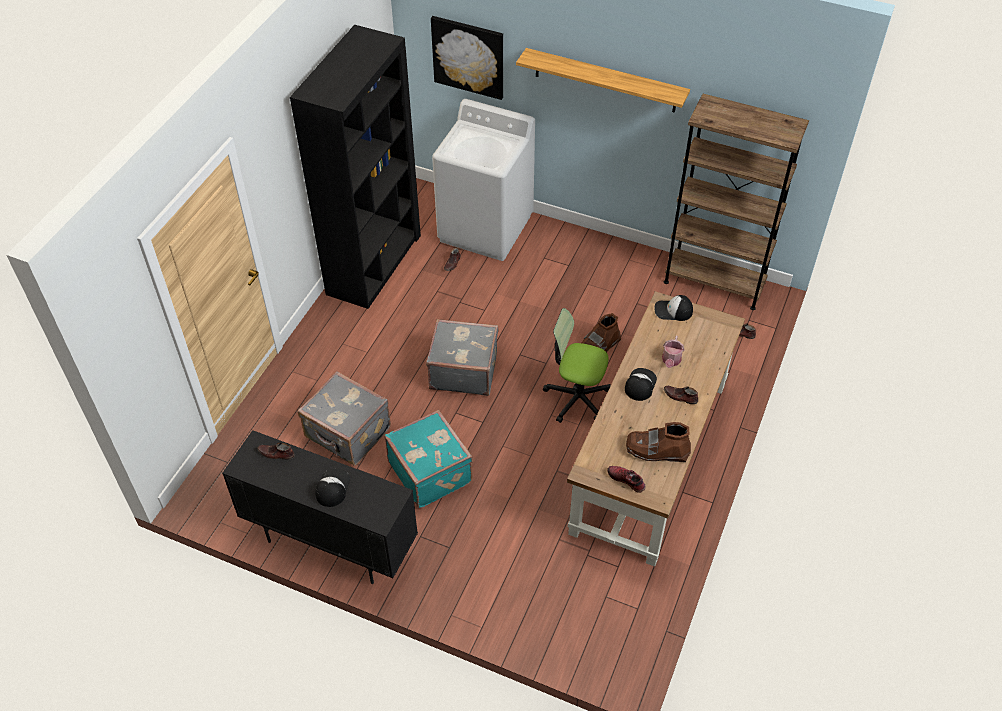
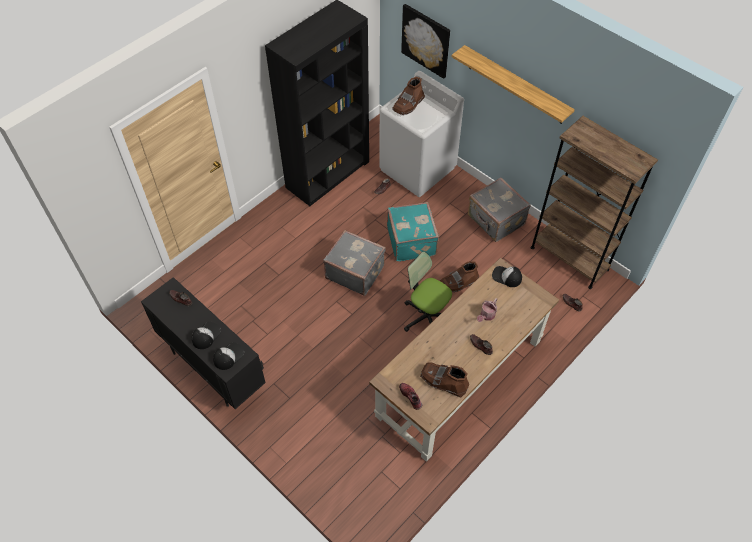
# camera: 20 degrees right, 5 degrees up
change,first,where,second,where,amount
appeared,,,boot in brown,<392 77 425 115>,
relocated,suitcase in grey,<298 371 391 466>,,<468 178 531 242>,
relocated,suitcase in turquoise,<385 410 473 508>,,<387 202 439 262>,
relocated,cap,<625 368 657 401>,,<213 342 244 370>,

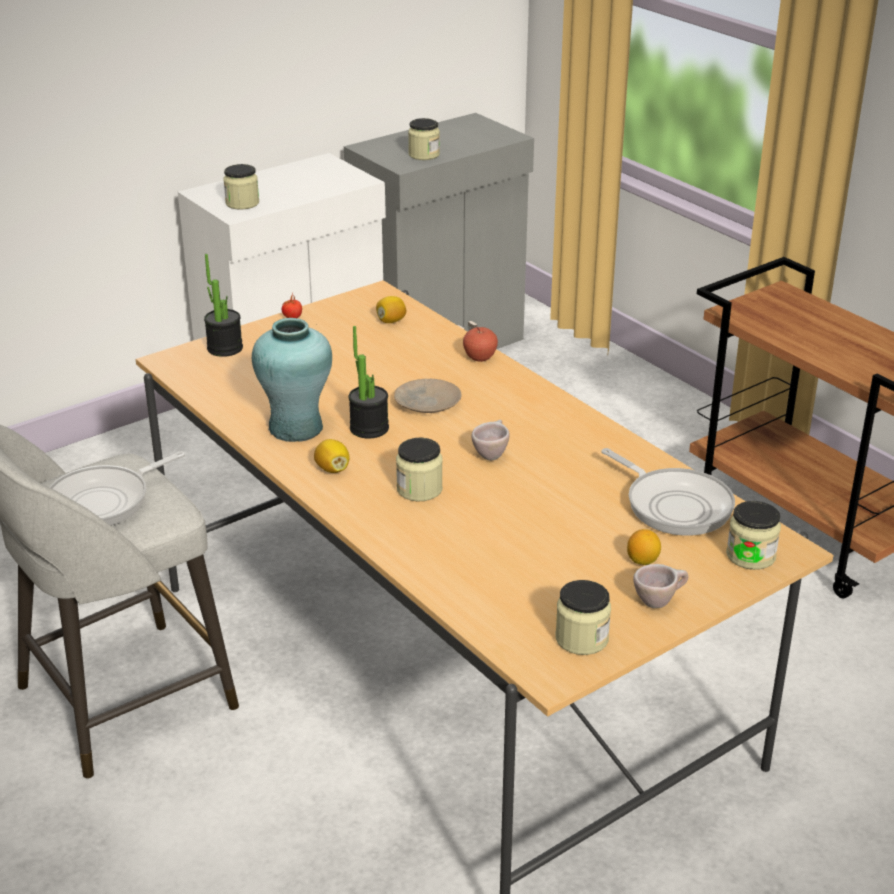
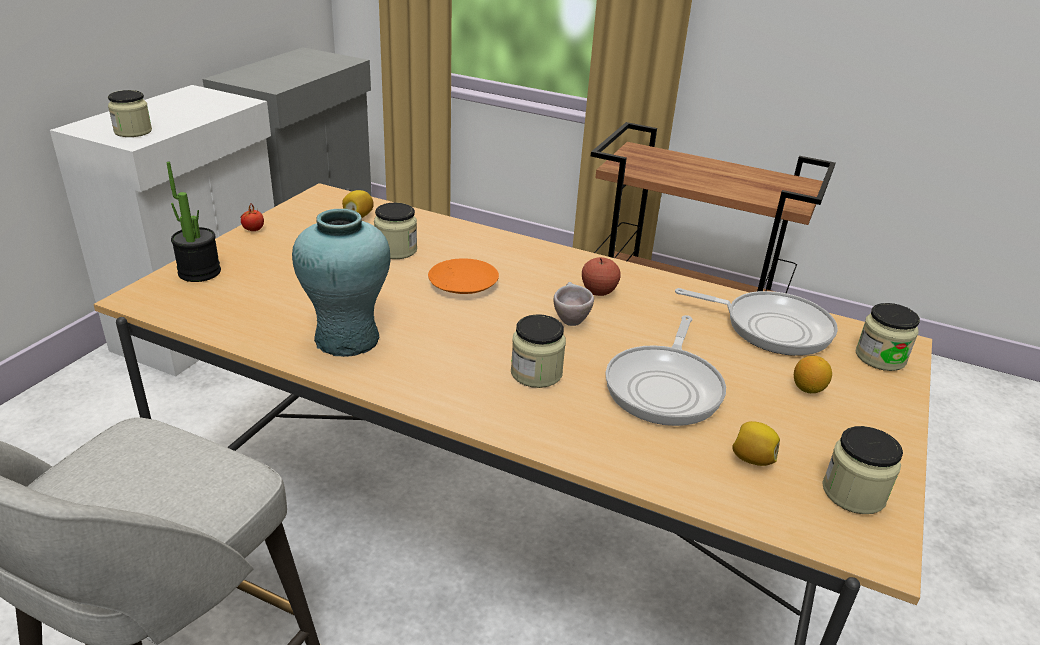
# camera: 30 degrees left, 0 degrees up
change,first,where,second,where,amount
missing,potted plant,<349 326 389 439>,,,
missing,cup in beige,<633 564 688 608>,,,
relocated,frying pan,<49 451 185 526>,,<605 315 726 426>,
relocated,lemon,<314 439 350 473>,,<732 421 780 466>,
relocated,jar,<408 118 440 160>,,<374 203 417 259>,
relocated,apple,<463 327 498 362>,,<582 257 621 296>,
colour,plate in beige,<394 379 462 413>,plate in orange,<428 258 499 294>,

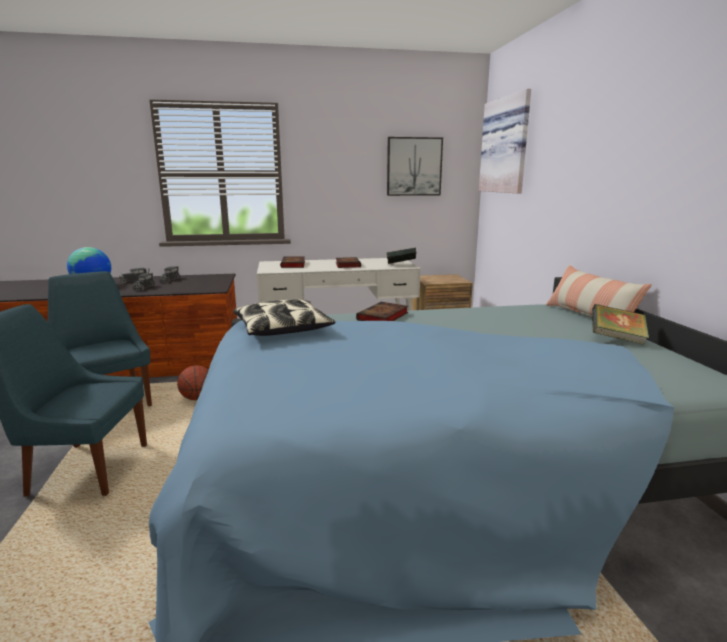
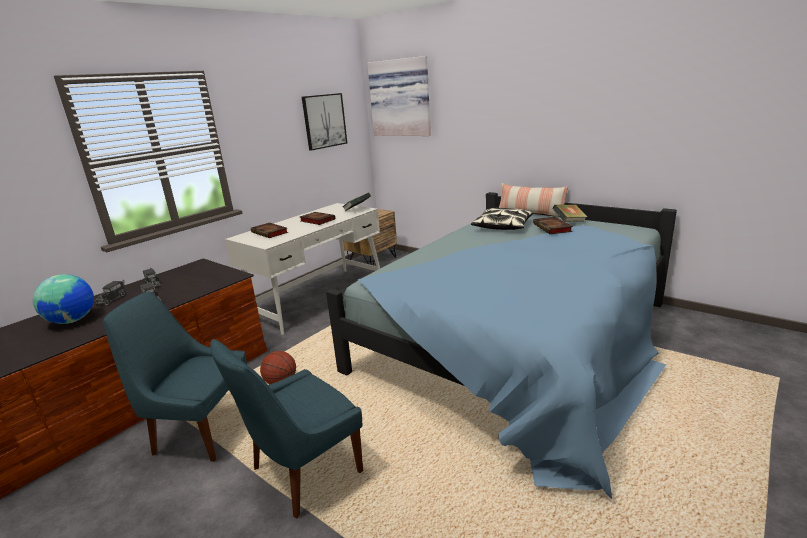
# camera: 40 degrees left, 5 degrees up
change,first,where,second,where,amount
relocated,pillow,<233 299 336 336>,,<471 208 533 230>,
relocated,book,<356 302 408 321>,,<533 217 573 234>,

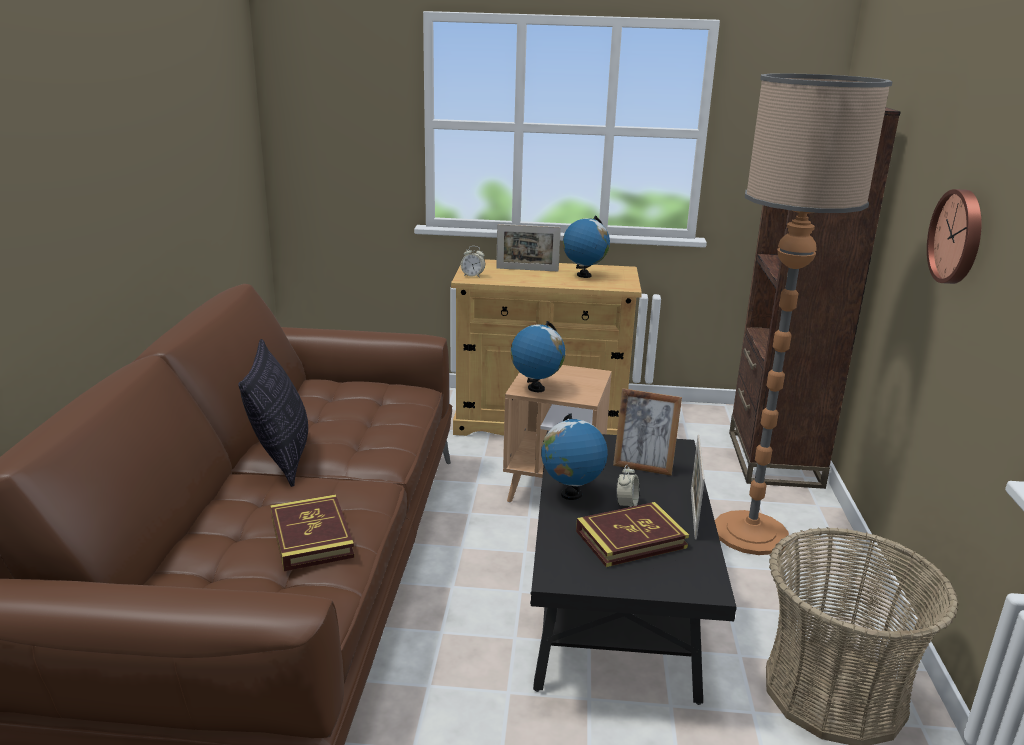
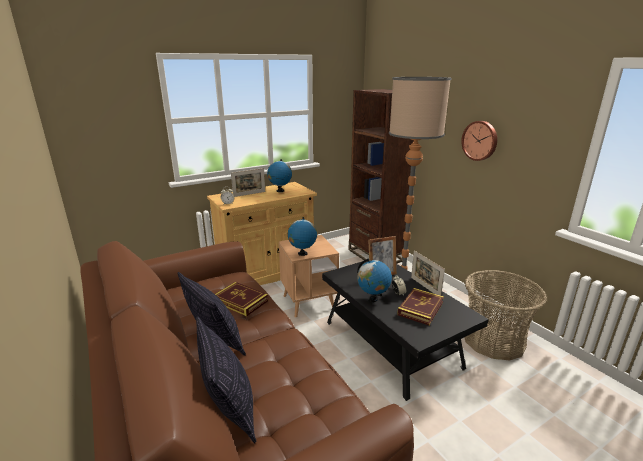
# camera: 35 degrees left, 0 degrees up
change,first,where,second,where,amount
appeared,,,pillow,<196 316 256 443>,
relocated,book,<271 494 355 571>,,<215 282 268 316>,

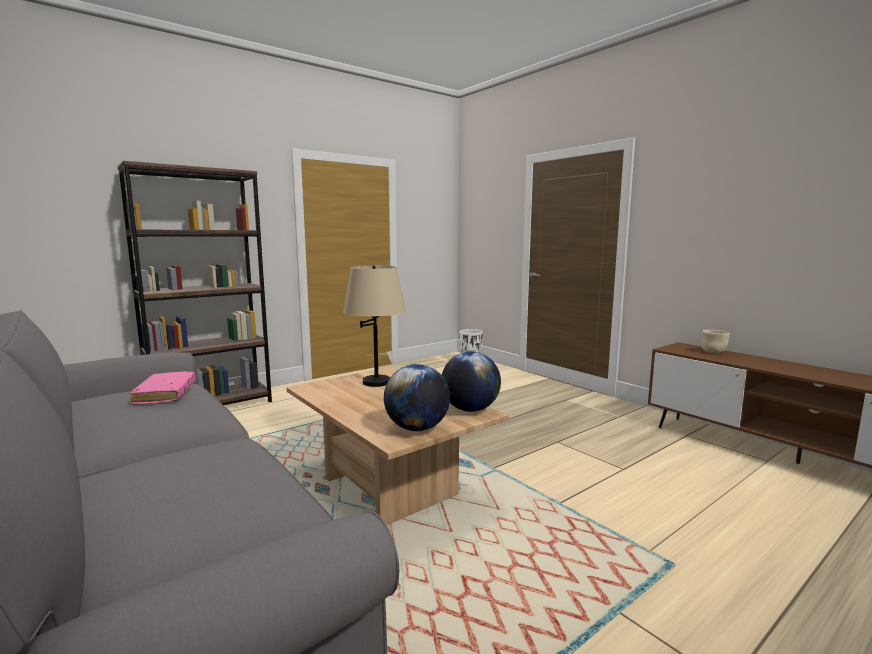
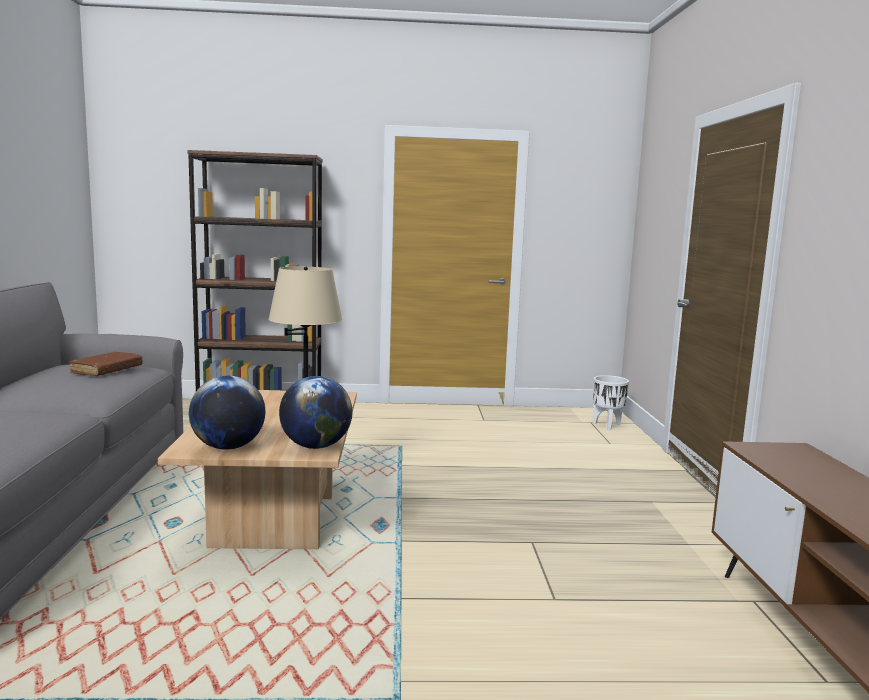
# camera: 35 degrees right, 0 degrees up
change,first,where,second,where,amount
missing,bowl in beige,<702 330 730 353>,,,
colour,book in pink,<130 371 195 405>,book in brown,<69 351 142 376>,

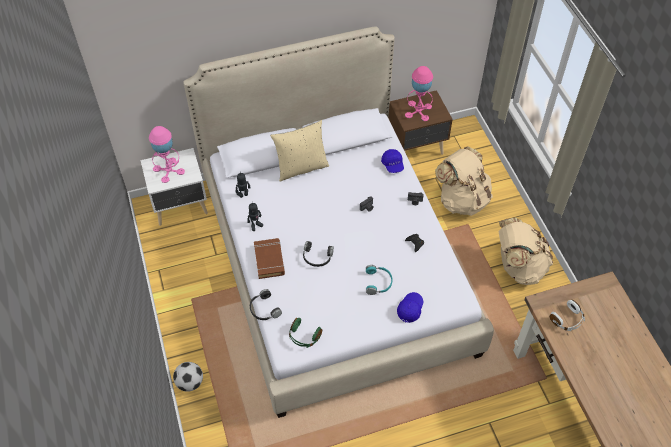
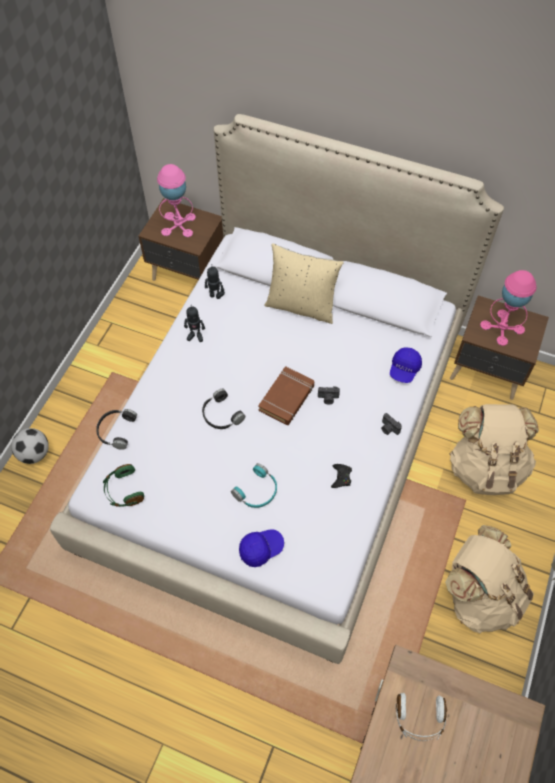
# camera: 40 degrees right, 5 degrees up
change,first,where,second,where,amount
relocated,book in brown,<254 238 285 279>,,<258 366 314 425>,
colour,nightstand in white,<140 148 208 226>,nightstand in brown,<138 198 224 281>,

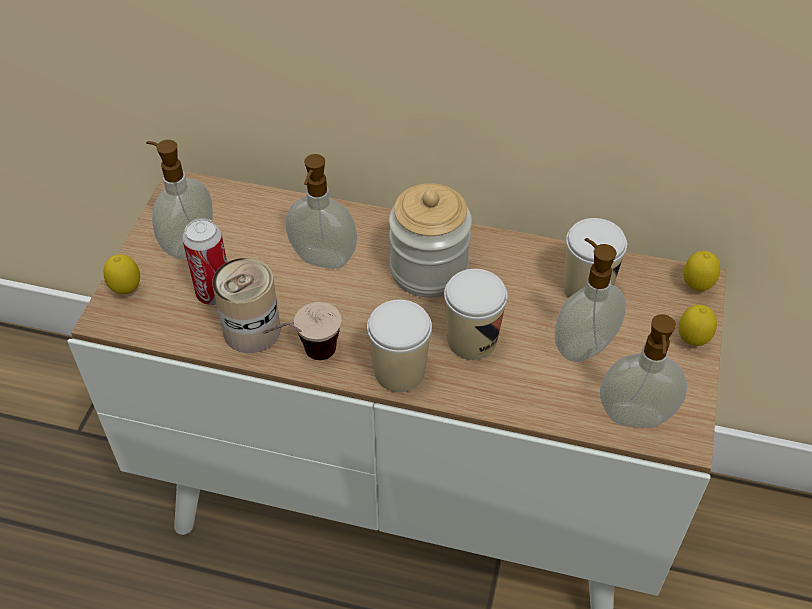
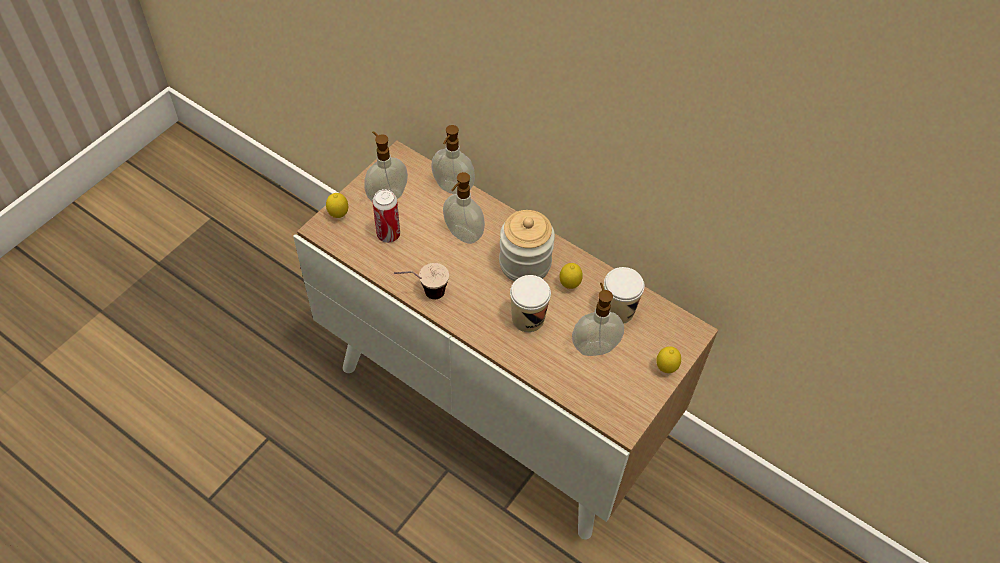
# camera: 20 degrees right, 5 degrees up
change,first,where,second,where,amount
missing,can,<212 258 280 353>,,,
missing,cup,<367 300 432 392>,,,
relocated,soap dispenser,<600 314 687 428>,,<431 125 475 194>,
relocated,lemon,<683 251 720 291>,,<559 263 583 289>,

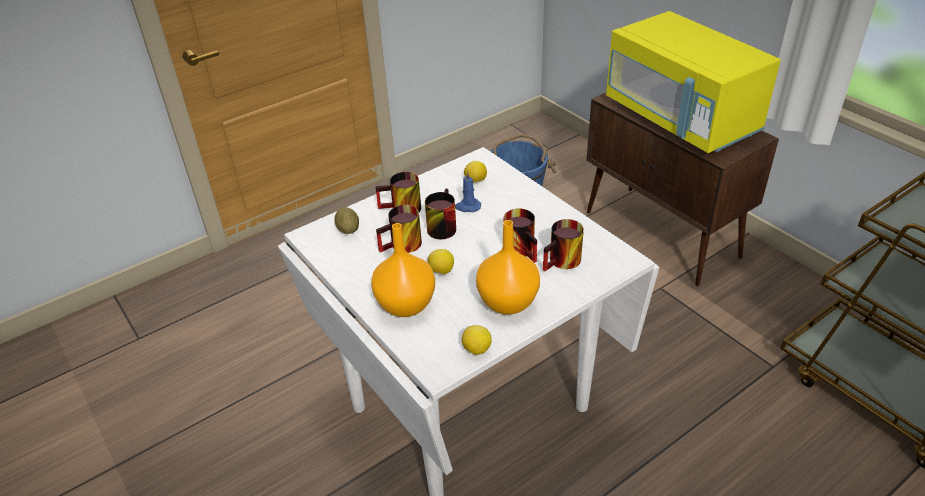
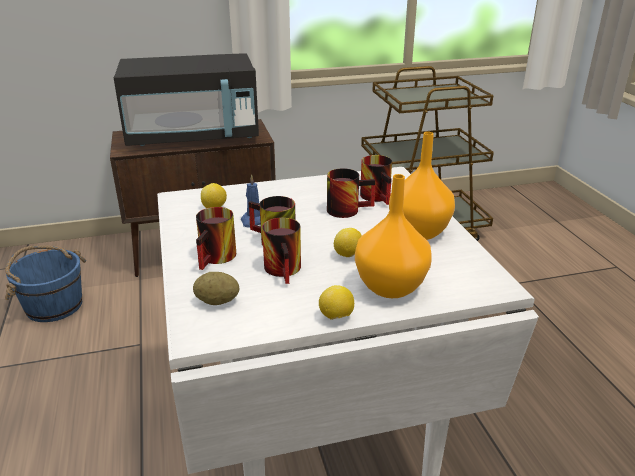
# camera: 70 degrees left, 10 degrees down
change,first,where,second,where,amount
relocated,lemon,<462 325 492 355>,,<319 285 354 320>,
colour,microwave in yellow,<606 11 781 153>,microwave in black,<114 53 259 146>,

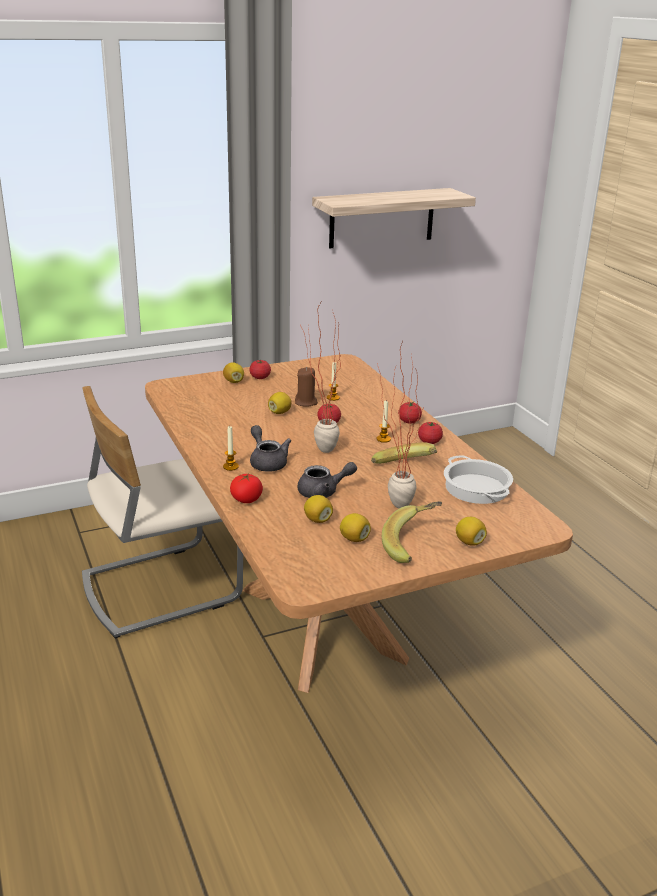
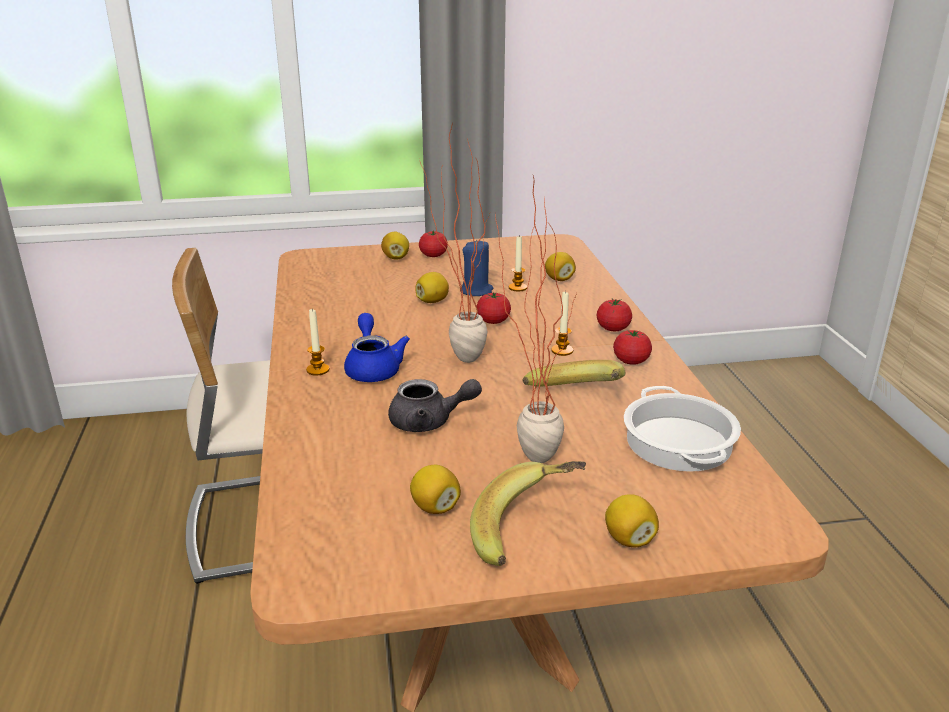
# camera: 15 degrees right, 0 degrees up
change,first,where,second,where,amount
missing,tomato,<230 474 263 503>,,,
missing,shelf,<312 188 476 248>,,,
relocated,lemon,<304 495 333 523>,,<545 252 576 281>,
colour,teapot in grey,<250 425 291 472>,teapot in blue,<344 313 410 382>,
colour,candle in brown,<295 367 318 407>,candle in blue,<461 240 493 296>,

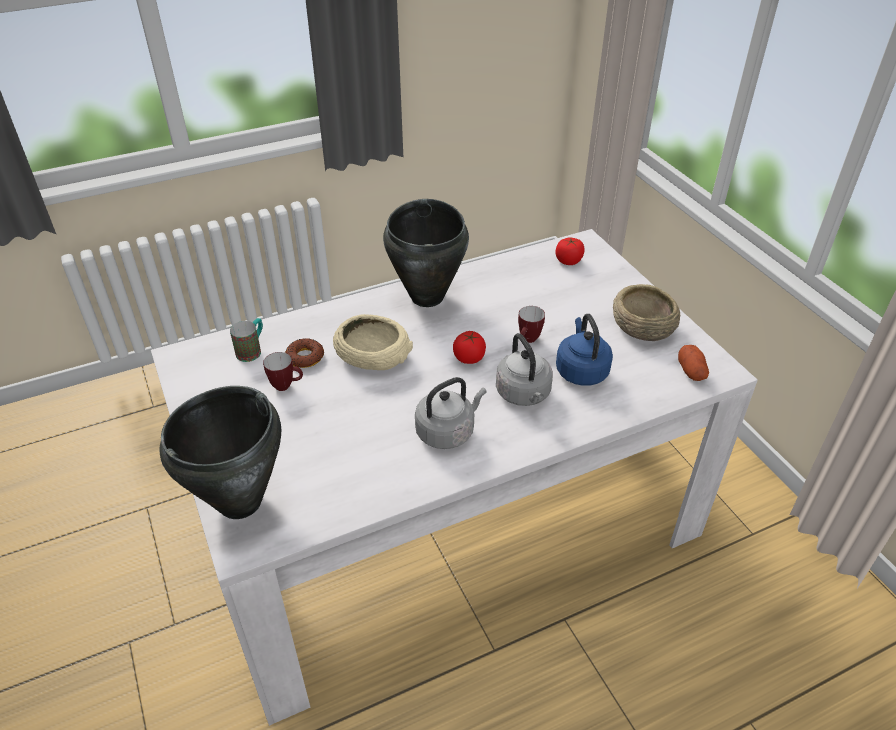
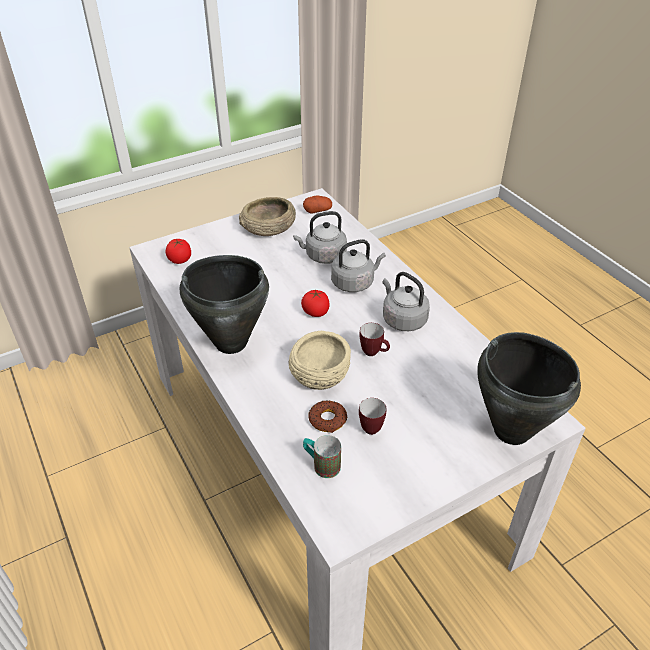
# camera: 95 degrees left, 0 degrees up
change,first,where,second,where,amount
relocated,mug,<518 306 545 343>,,<360 323 390 356>,
colour,kettle in blue,<556 314 613 386>,kettle in grey,<293 211 347 264>,

